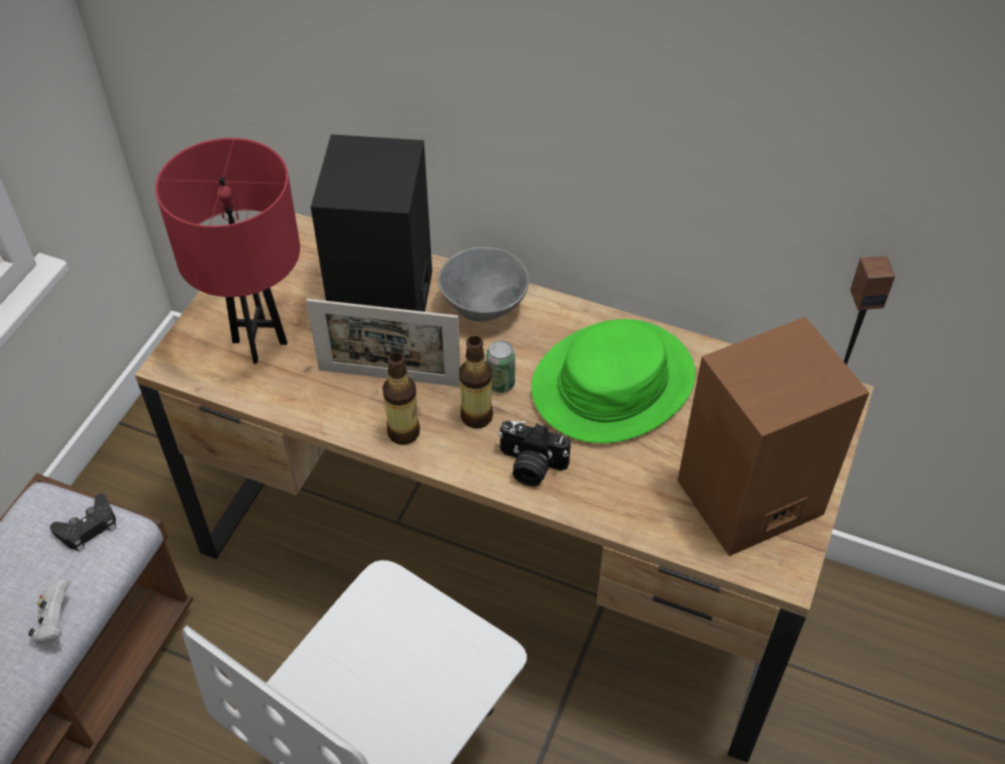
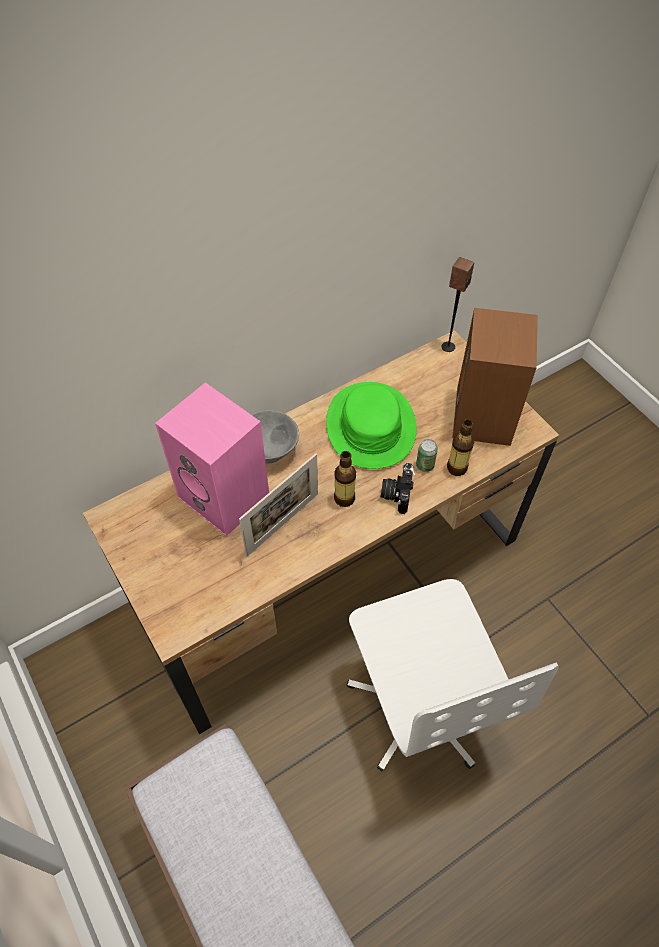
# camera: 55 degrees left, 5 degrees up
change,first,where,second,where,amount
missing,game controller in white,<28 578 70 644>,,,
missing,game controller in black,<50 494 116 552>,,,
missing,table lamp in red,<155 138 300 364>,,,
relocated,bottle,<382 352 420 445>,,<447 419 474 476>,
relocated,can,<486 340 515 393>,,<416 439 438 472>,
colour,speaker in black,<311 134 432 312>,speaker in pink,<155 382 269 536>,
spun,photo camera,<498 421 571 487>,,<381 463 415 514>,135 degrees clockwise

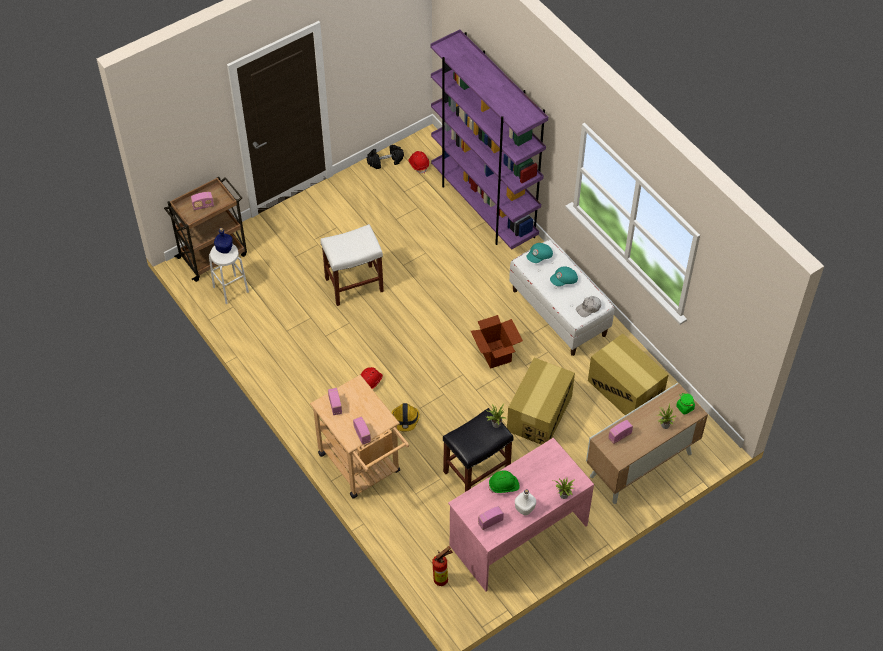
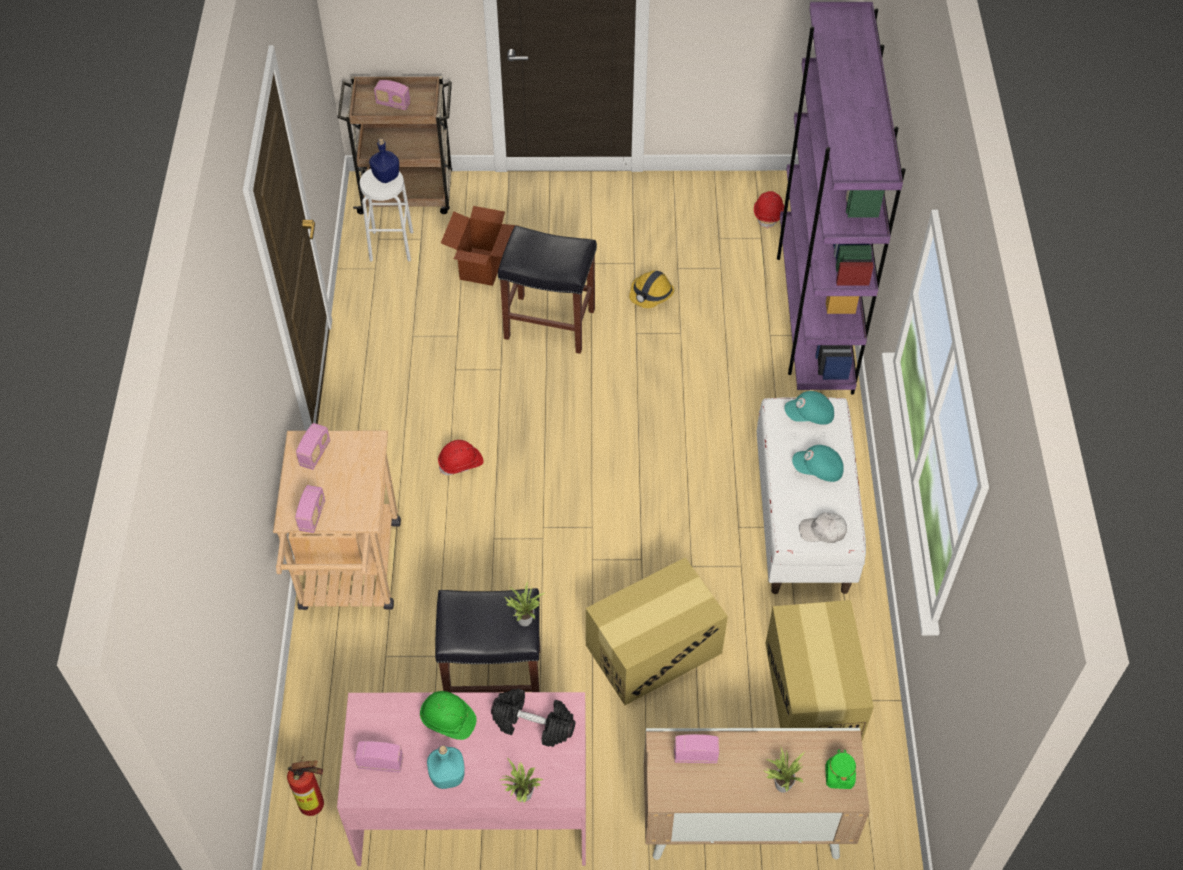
# camera: 35 degrees right, 0 degrees up
change,first,where,second,where,amount
relocated,dumbbell in black,<367 145 404 169>,,<491 689 576 747>,
relocated,hard hat,<392 403 420 431>,,<629 271 674 308>,
relocated,cardboard box,<471 315 523 369>,,<441 206 518 286>,
colour,stool in white,<320 224 384 306>,stool in black,<498 225 597 354>,
colour,bottle in white,<515 489 536 515>,bottle in turquoise,<427 745 465 789>,

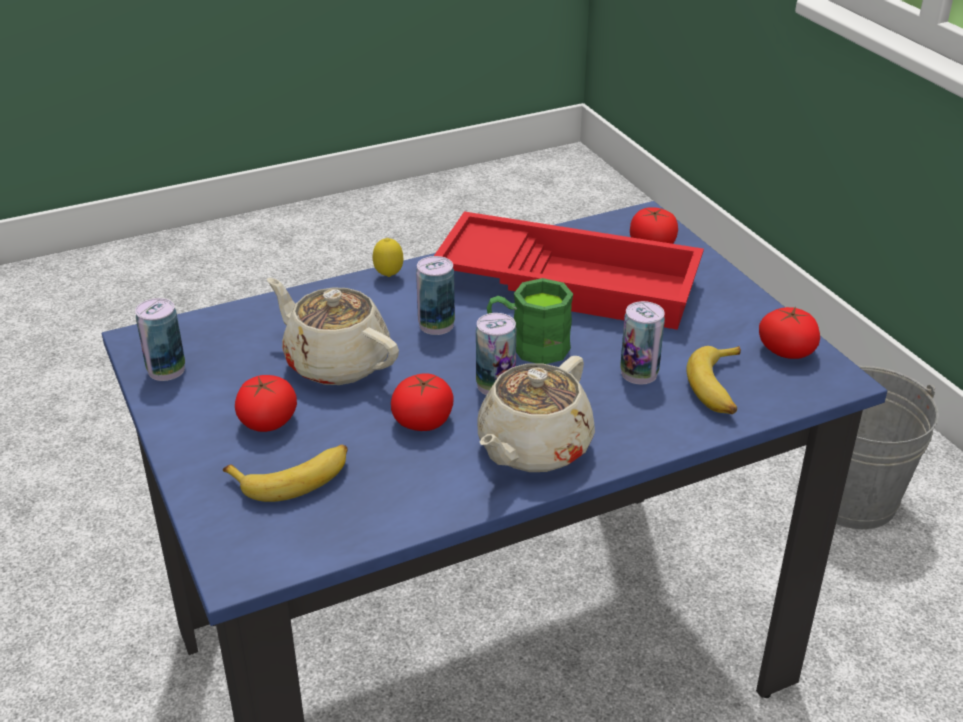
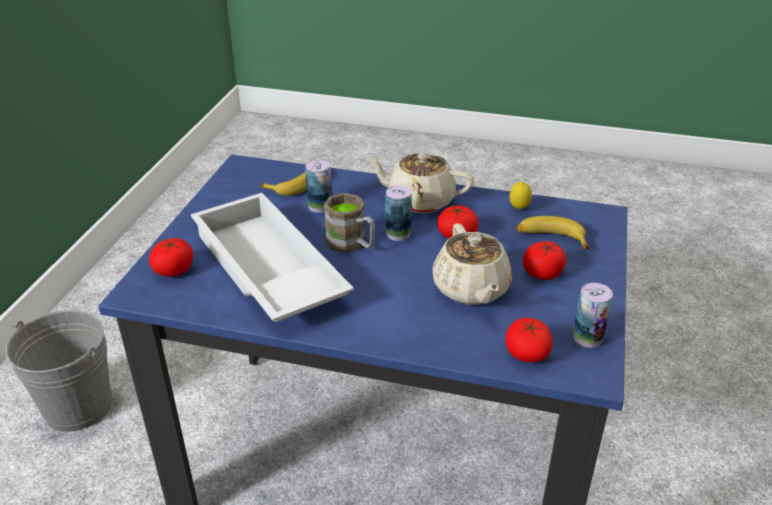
# camera: 140 degrees left, 0 degrees up
change,first,where,second,where,amount
missing,can,<416 256 455 335>,,,
relocated,lemon,<373 238 403 277>,,<510 182 532 210>,
relocated,tomato,<759 306 820 359>,,<506 318 553 362>,
colour,tray in red,<434 211 704 330>,tray in white,<191 193 354 322>,
colour,mug in green,<487 278 573 364>,mug in brown,<323 193 375 253>,
spun,teapot in beige,<477 356 595 472>,,<366 152 474 213>,150 degrees counterclockwise

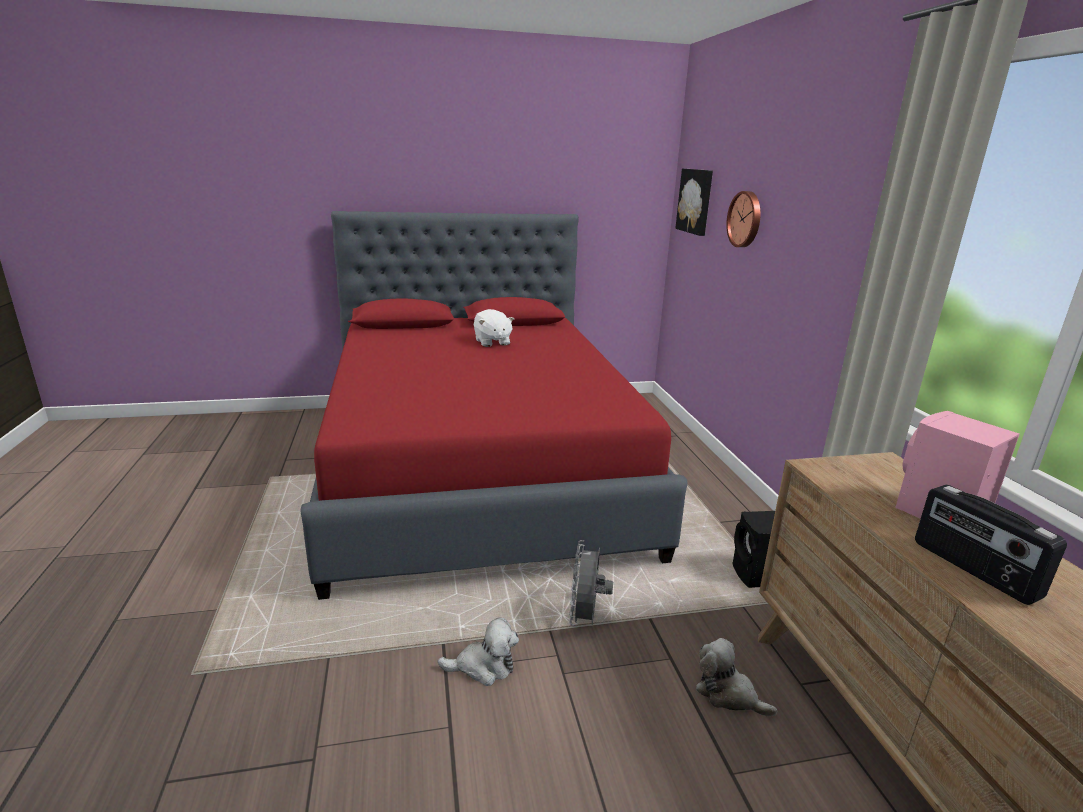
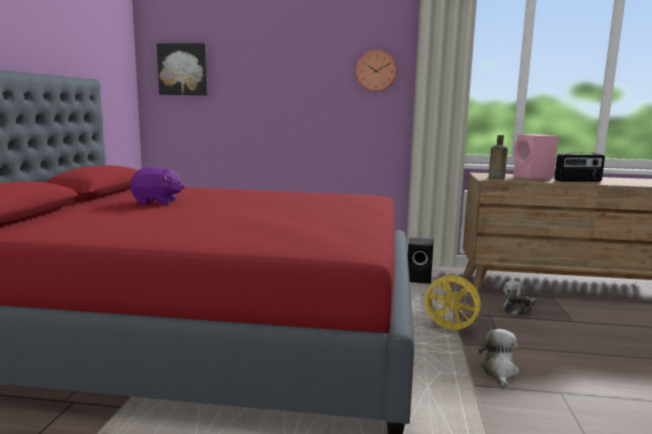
# camera: 70 degrees left, 10 degrees down
change,first,where,second,where,amount
appeared,,,bottle in brown,<489 135 508 180>,
relocated,wall clock,<726 191 761 247>,,<356 50 397 92>,
colour,plush toy in white,<474 309 514 347>,plush toy in purple,<130 167 185 205>,
colour,fan in grey,<569 540 613 627>,fan in yellow,<420 274 482 334>,

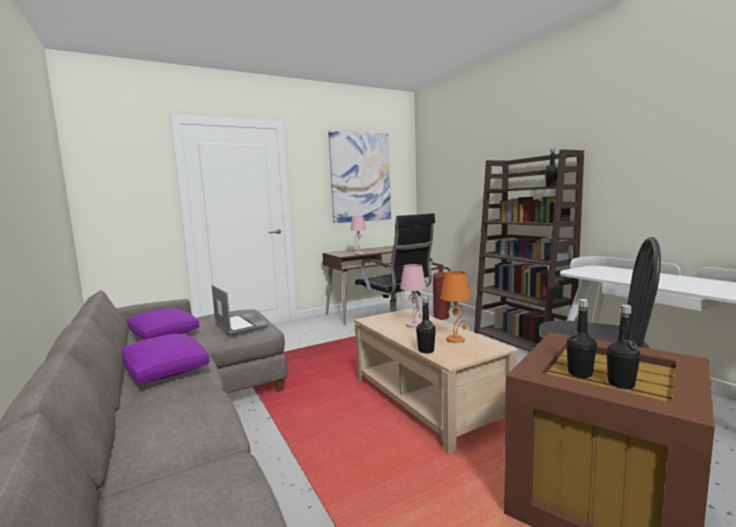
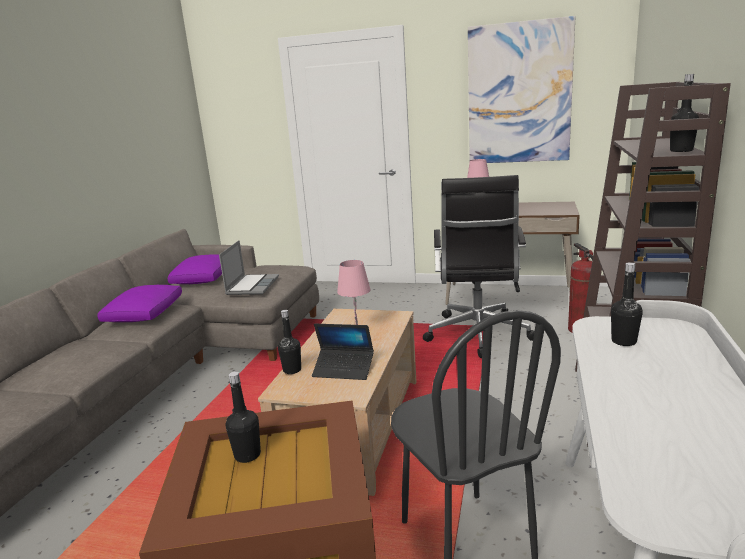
# camera: 45 degrees right, 10 degrees up
change,first,where,second,where,amount
relocated,bottle in black,<607 305 640 389>,,<611 262 643 346>,
exchanged,table lamp in orange,<440 271 471 343>,laptop,<312 324 374 380>,

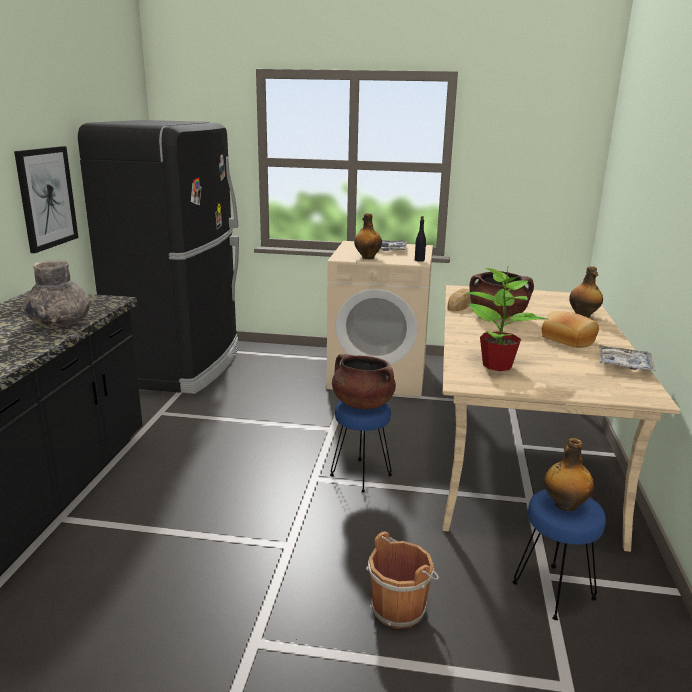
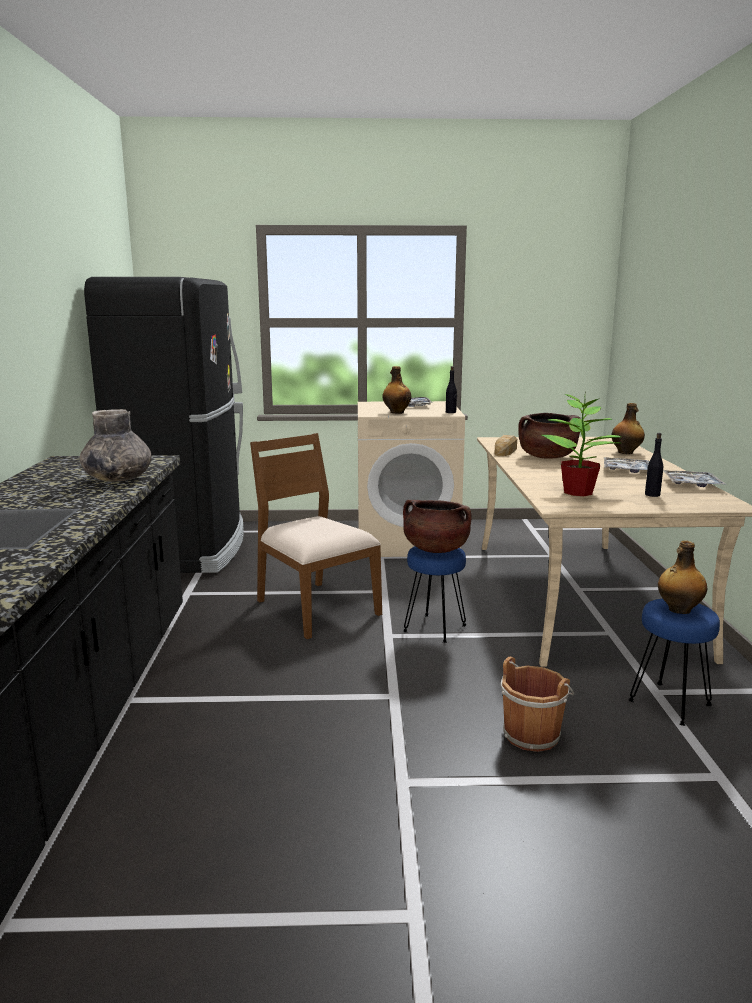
# camera: 10 degrees left, 5 degrees down
change,first,where,second,where,amount
missing,picture,<14 146 78 253>,,,
appeared,,,chair in brown,<250 433 382 639>,
appeared,,,bottle in black,<645 433 663 497>,
exchanged,bread,<542 311 599 348>,tray,<604 457 650 473>,

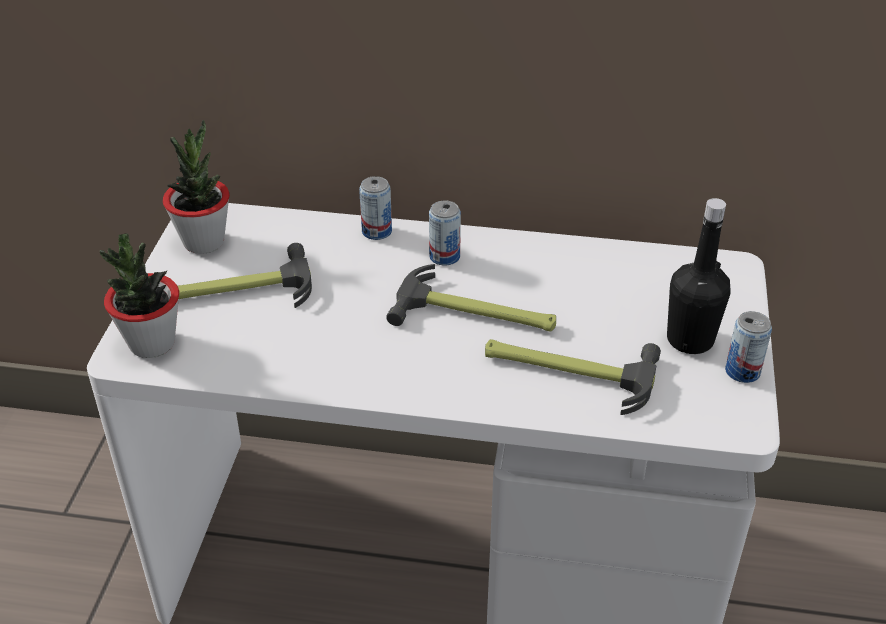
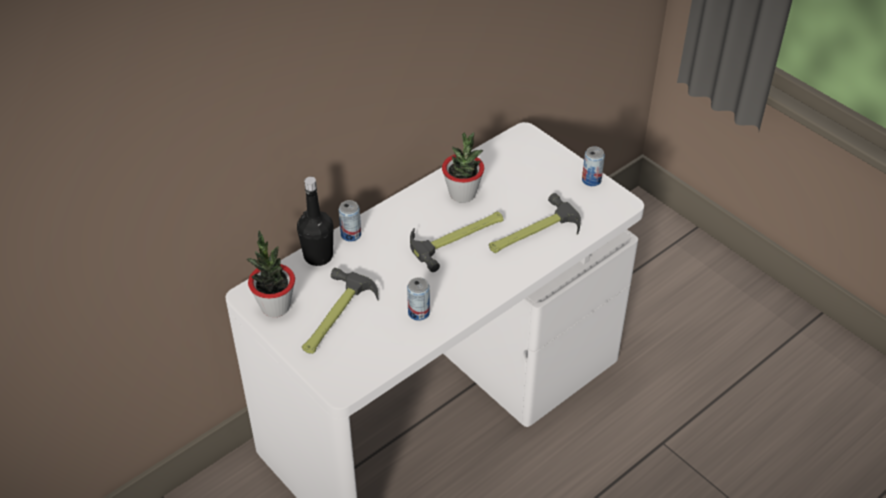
# camera: 50 degrees left, 5 degrees up
change,first,where,second,where,amount
relocated,potted plant,<100 234 179 358>,,<442 132 484 203>,
relocated,can,<429 201 461 265>,,<407 277 430 321>,
relocated,bottle in black,<667 198 731 354>,,<297 177 334 266>,

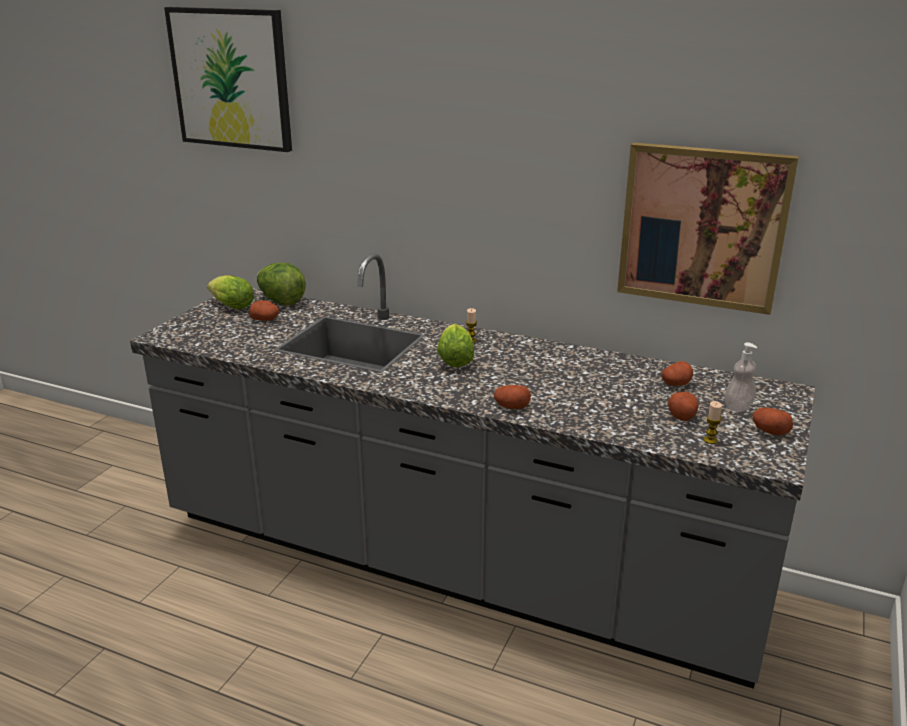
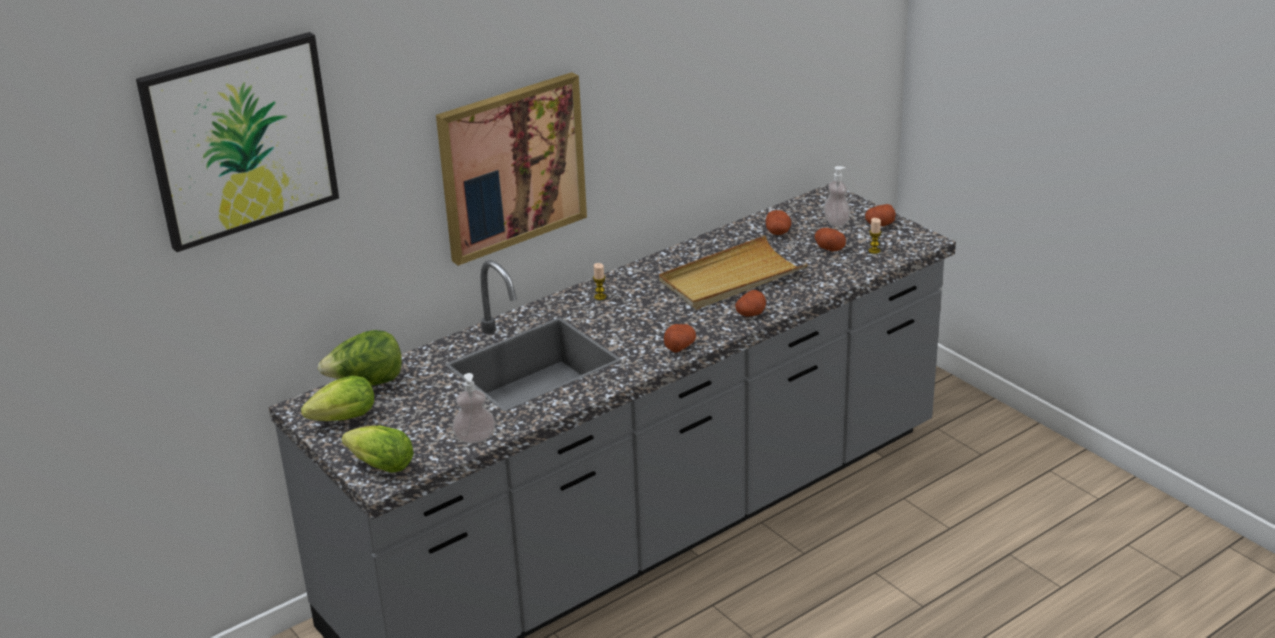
# camera: 60 degrees left, 5 degrees up
change,first,where,second,where,amount
appeared,,,soap dispenser,<452 373 495 443>,
appeared,,,tray in beige,<659 235 808 309>,
relocated,potato,<249 300 279 321>,,<664 324 696 353>,
relocated,lettuce,<437 324 474 367>,,<342 426 414 473>,
relocated,picture,<617 142 799 315>,,<436 72 587 266>,

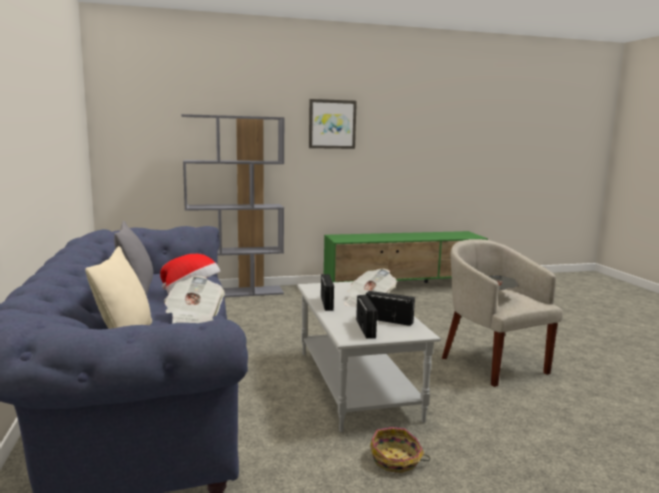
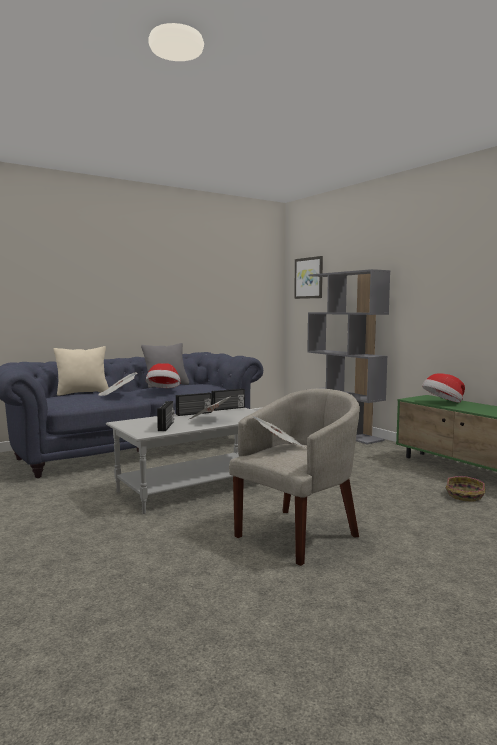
# camera: 70 degrees right, 5 degrees down
change,first,where,second,where,amount
appeared,,,hat,<422 373 465 403>,
relocated,picture,<309 99 357 149>,,<294 256 323 299>,
relocated,radio,<356 295 377 339>,,<211 388 245 411>,
relocated,basket,<370 427 430 473>,,<445 476 485 502>,

